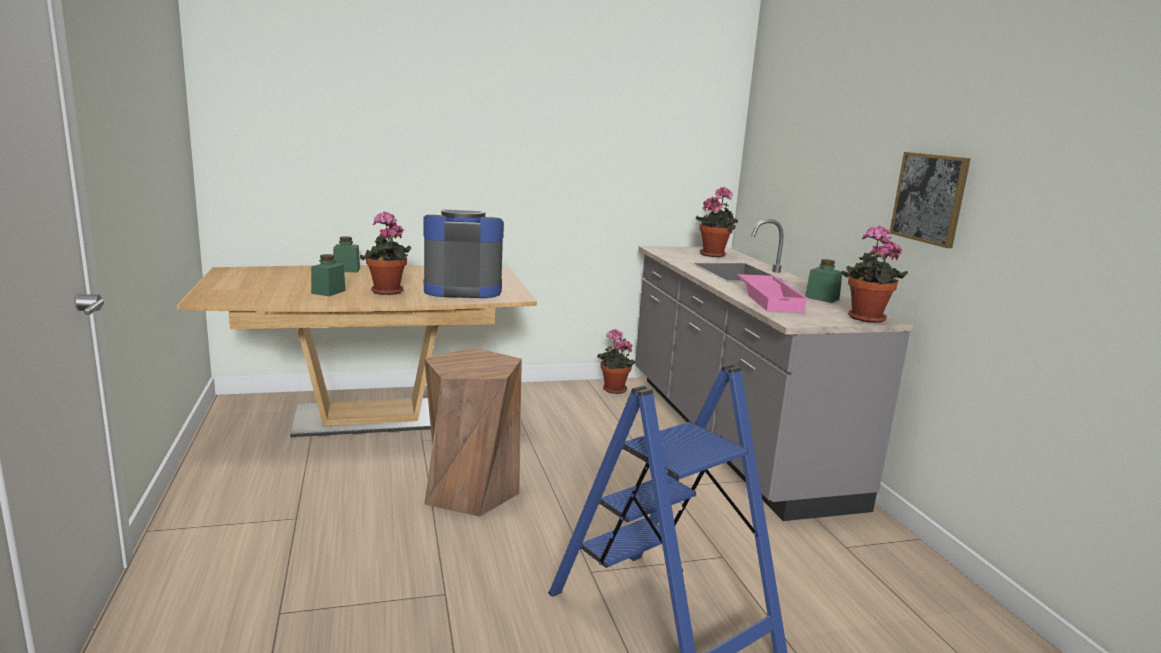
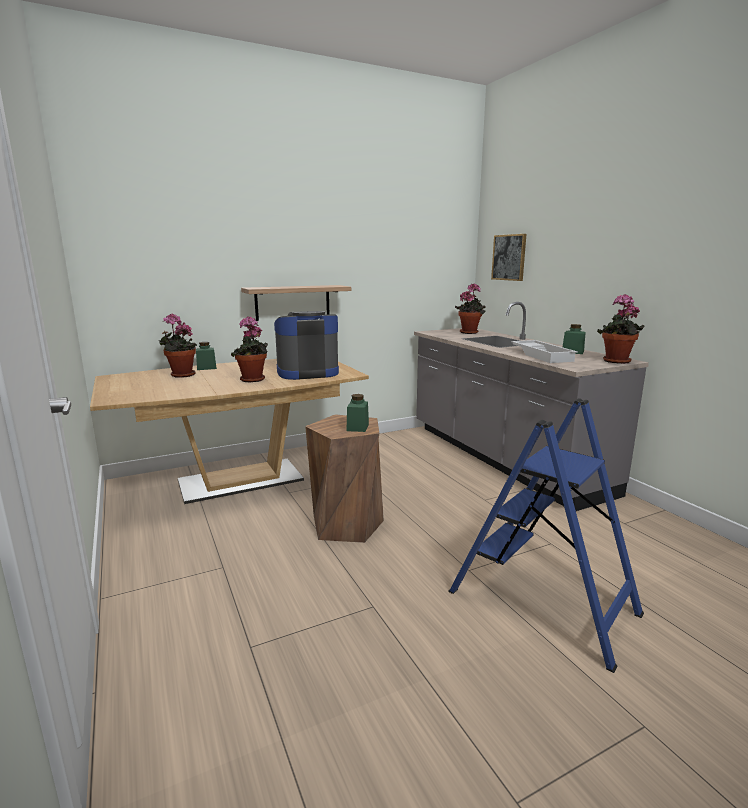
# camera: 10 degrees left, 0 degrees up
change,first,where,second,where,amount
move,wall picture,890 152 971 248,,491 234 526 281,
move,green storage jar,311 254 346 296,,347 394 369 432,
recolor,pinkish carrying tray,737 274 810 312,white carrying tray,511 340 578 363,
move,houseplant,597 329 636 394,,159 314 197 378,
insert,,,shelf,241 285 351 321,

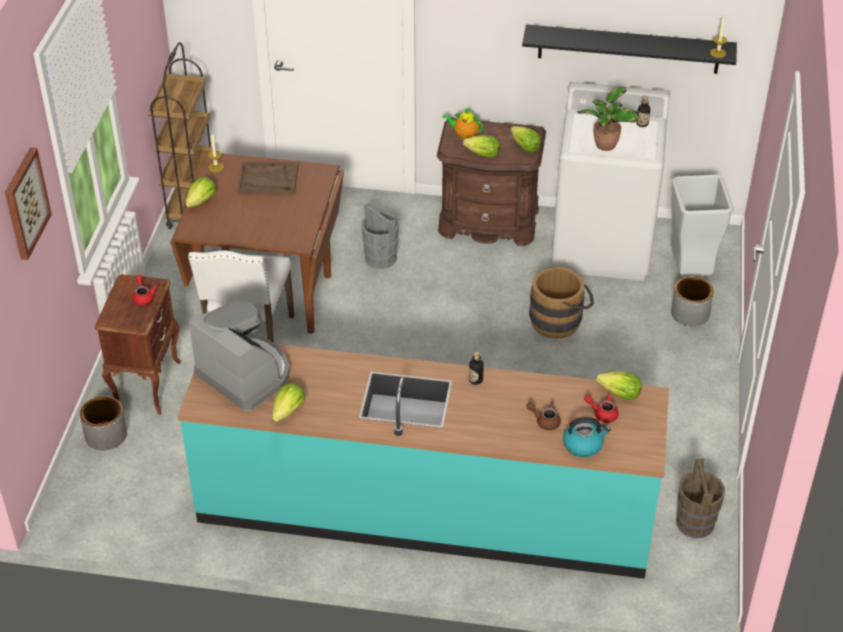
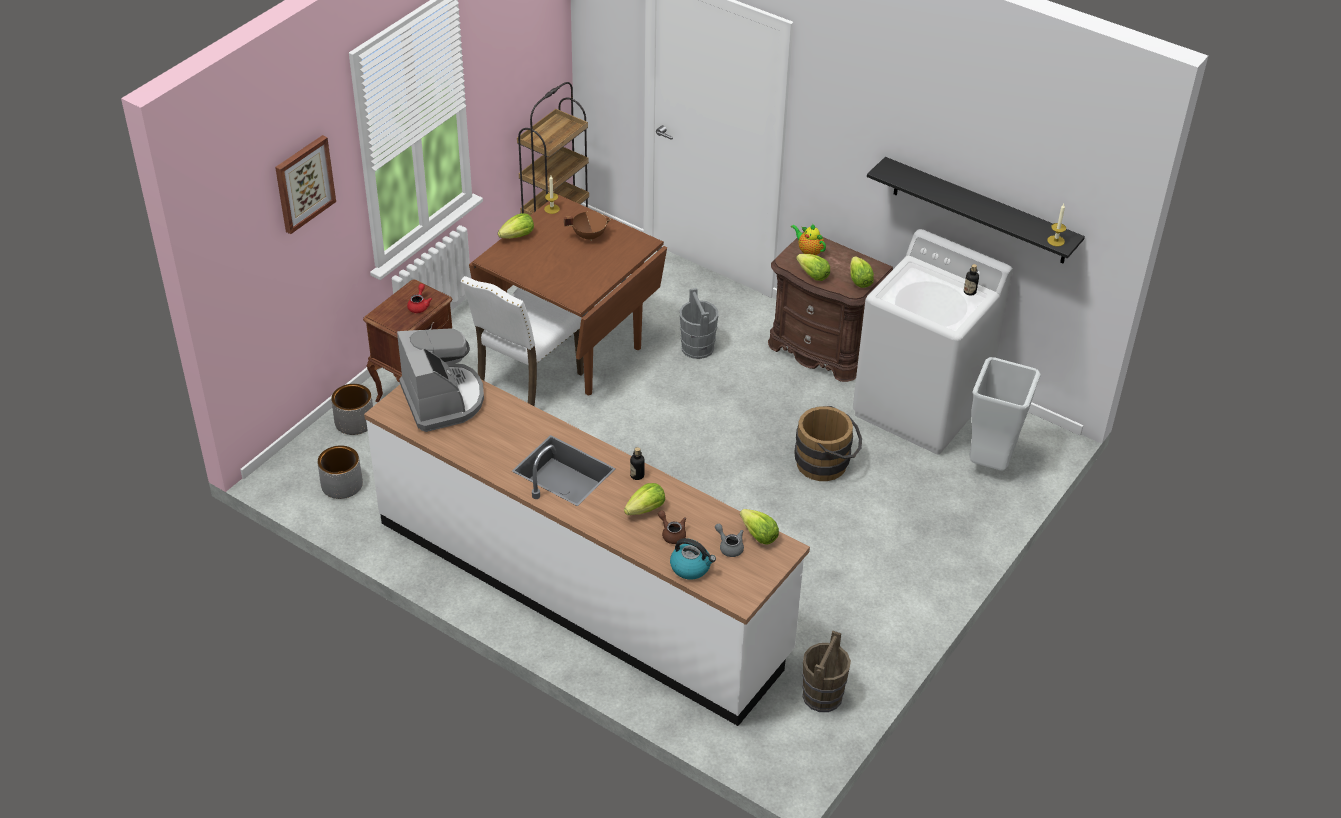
# camera: 25 degrees right, 0 degrees up
change,first,where,second,where,amount
delete,houseplant,577 86 640 151,,,
replace,brown-coloured carrying tray,237 162 298 195,brown-coloured stockpot,564 211 611 241,
move,greyish plant pot,671 277 714 326,,317 445 363 499,
recolor,turquoise counter,178 344 669 579,white counter,364 379 810 726,
move,head of lettuce,272 383 305 422,,624 483 665 515,
recolor,red-coloured teapot,584 394 618 423,greyish teapot,715 524 744 557,

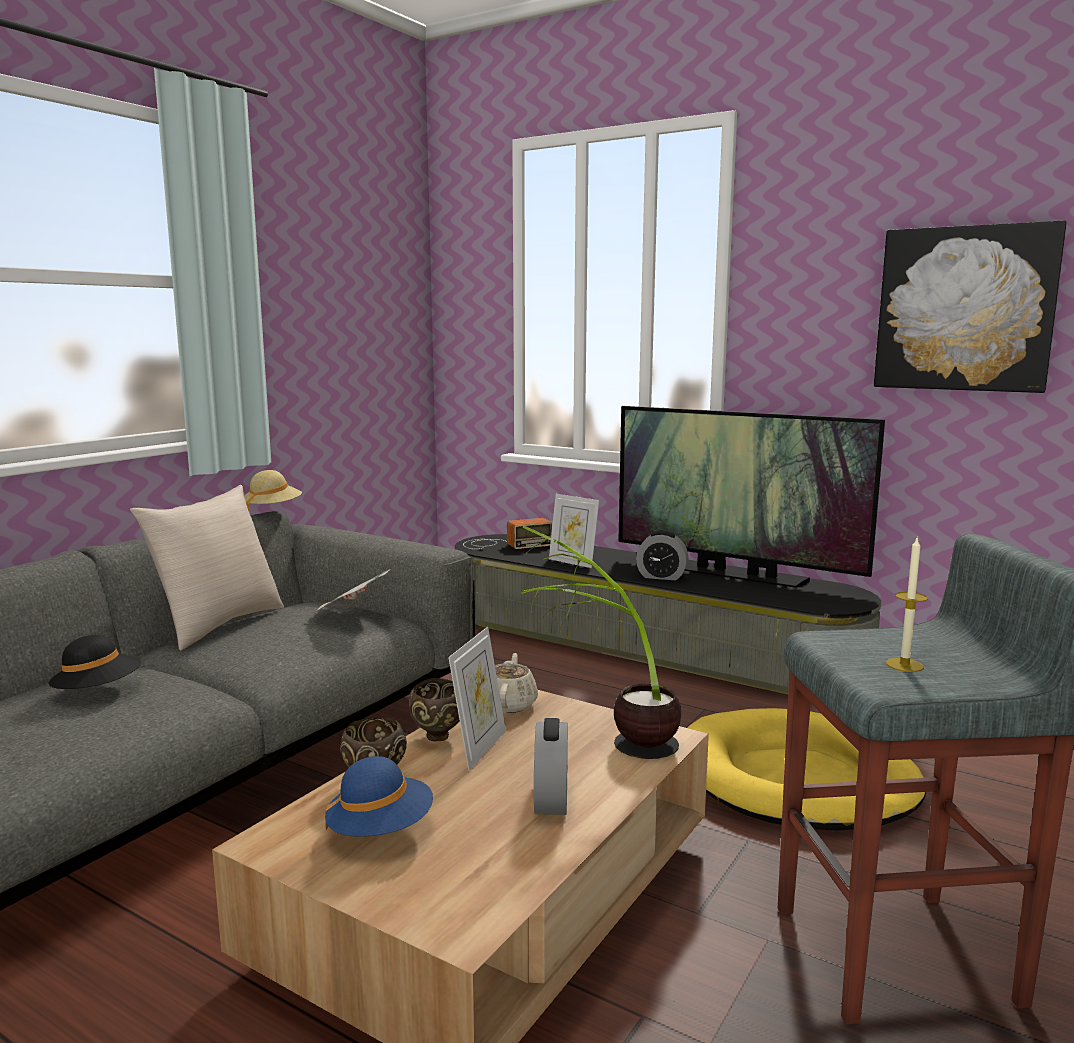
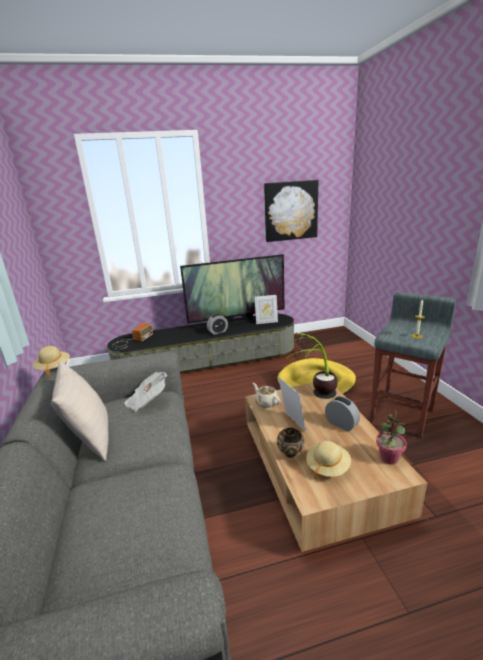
# camera: 45 degrees left, 10 degrees up
change,first,where,second,where,amount
move,picture frame,549 494 599 568,,254 295 278 324,
delete,black-coloured hat,49 635 141 690,,,
delete,brown-coloured serving bowl,409 678 460 741,,,
recolor,blue-coloured hat,325 756 433 837,sand-coloured hat,306 441 351 480,
insert,,,houseplant,376 410 407 464,

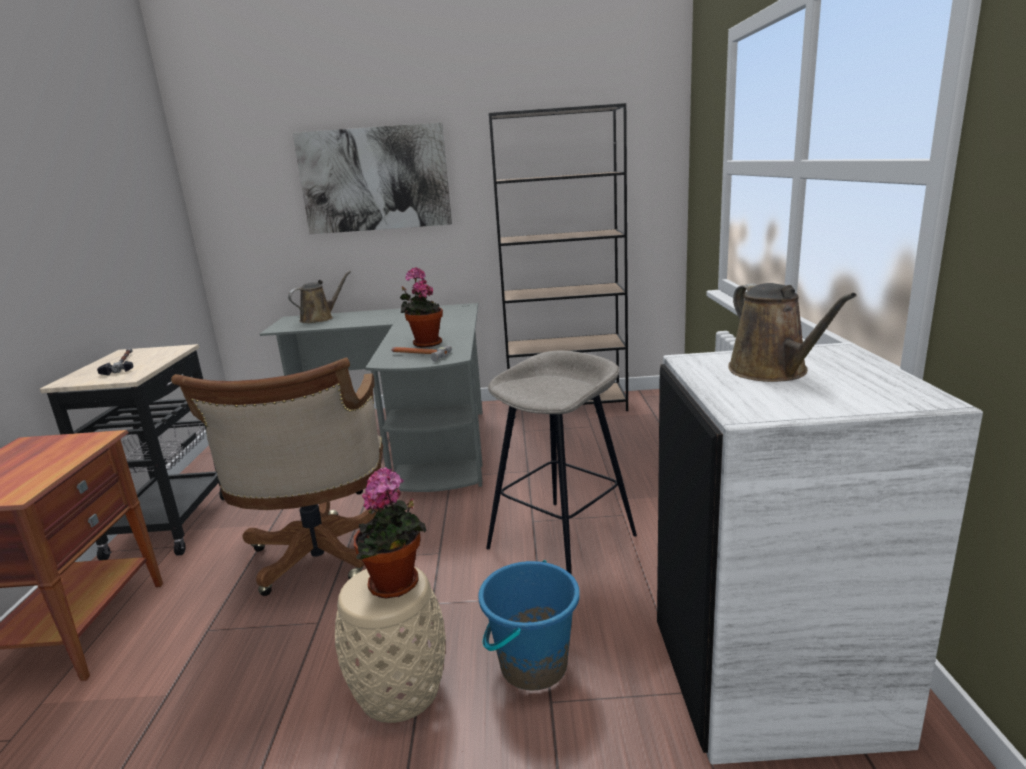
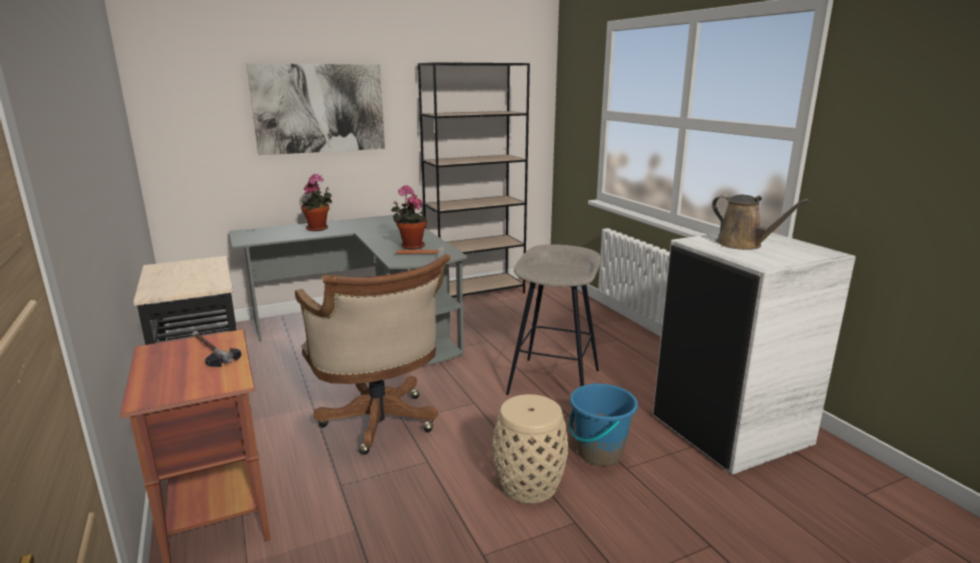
# camera: 25 degrees left, 0 degrees up
change,first,where,second,where,amount
delete,brown-coloured watering pot,288 271 351 323,,,
move,hand hammer,97 348 134 376,,192 331 242 367,
move,houseplant,354 467 426 598,,301 174 332 231,

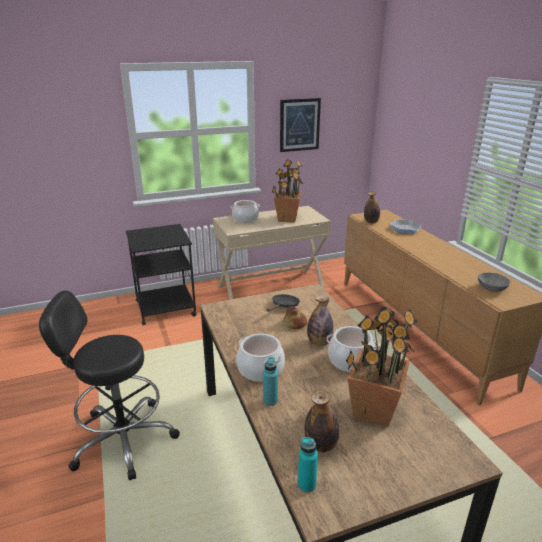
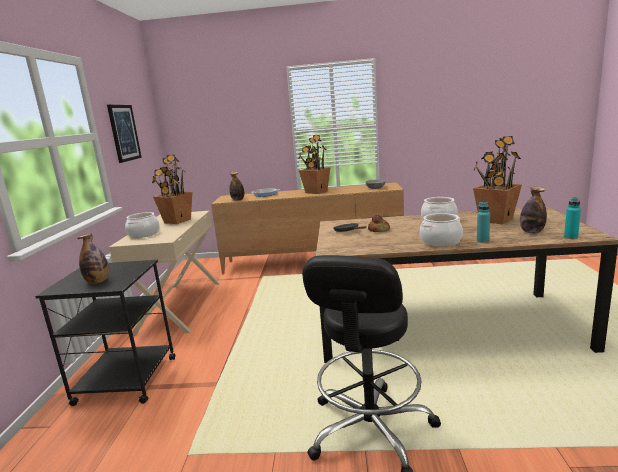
# camera: 65 degrees left, 10 degrees down
change,first,where,second,where,amount
move,beverage bottle,307 296 334 346,,77 233 109 284,
insert,,,houseplant,299 135 331 194,

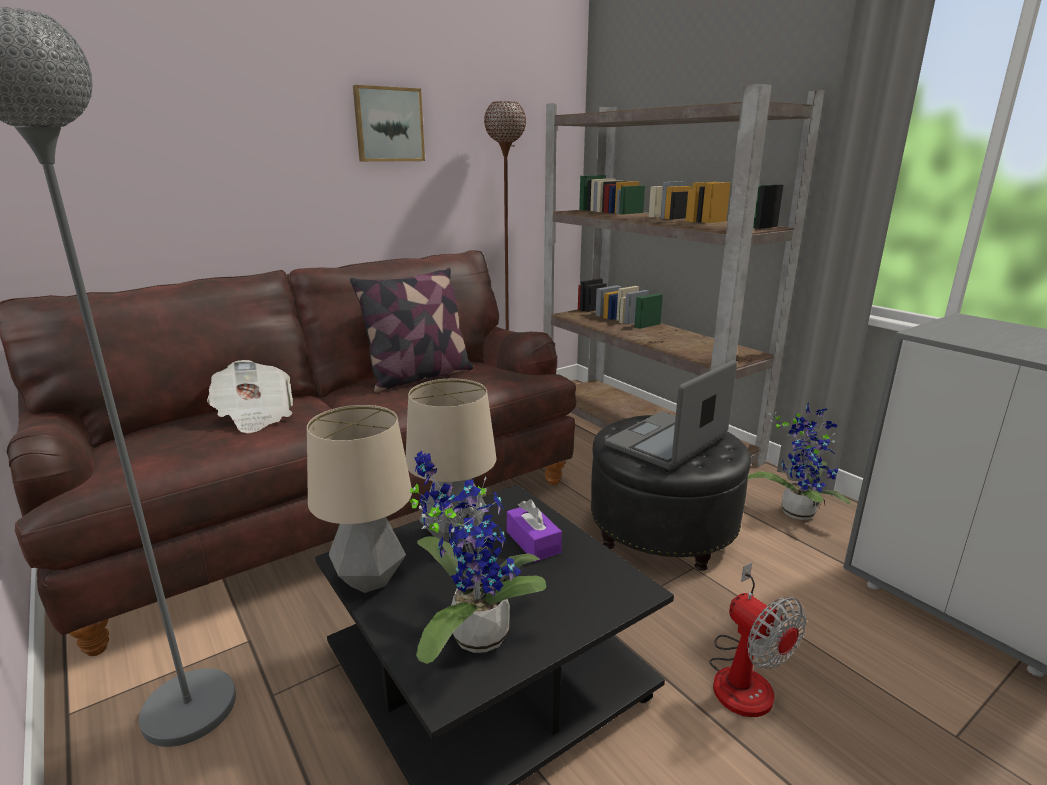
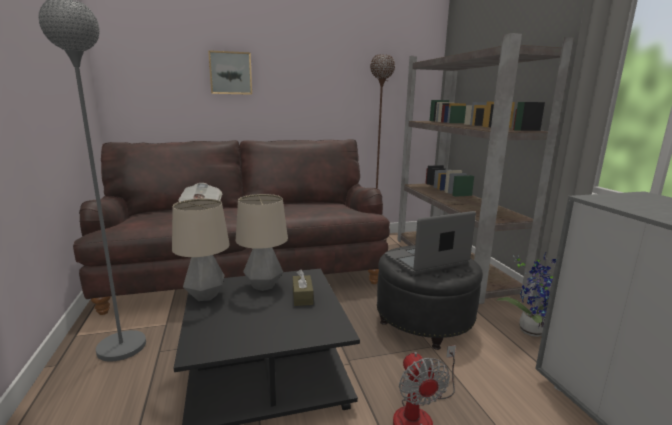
# camera: 20 degrees right, 5 degrees down
change,first,where,second,where,amount
move,wall picture,353 85 425 162,,208 50 252 95,
delete,throw pillow,350 268 473 393,,,
delete,houseplant,409 451 546 664,,,
recolor,purple box of tissues,507 499 562 562,brown-coloured box of tissues,293 269 313 306,

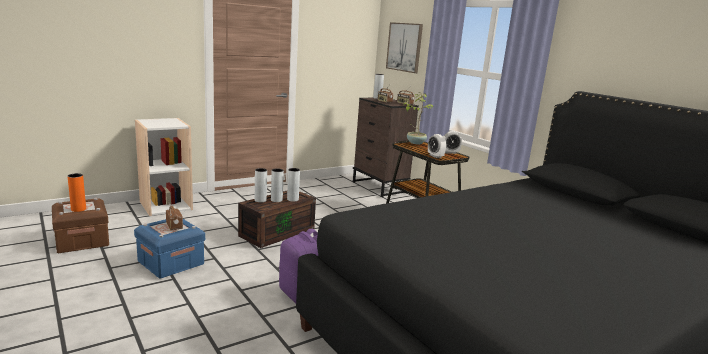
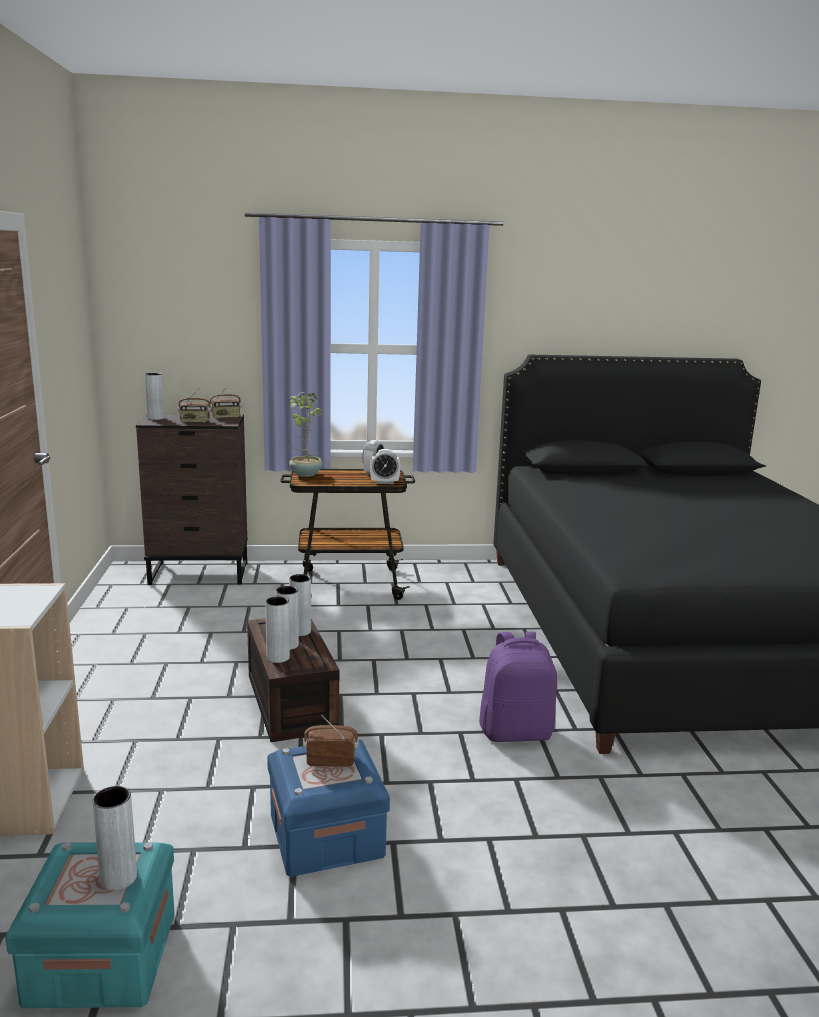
# camera: 60 degrees left, 0 degrees up
change,first,where,second,where,amount
delete,wall picture,386 22 423 73,,,
recolor,orangey decorative vase,67 173 86 212,greyish decorative vase,92 786 137 890,
recolor,brown-coloured storage box,52 198 109 253,turquoise storage box,5 842 175 1008,

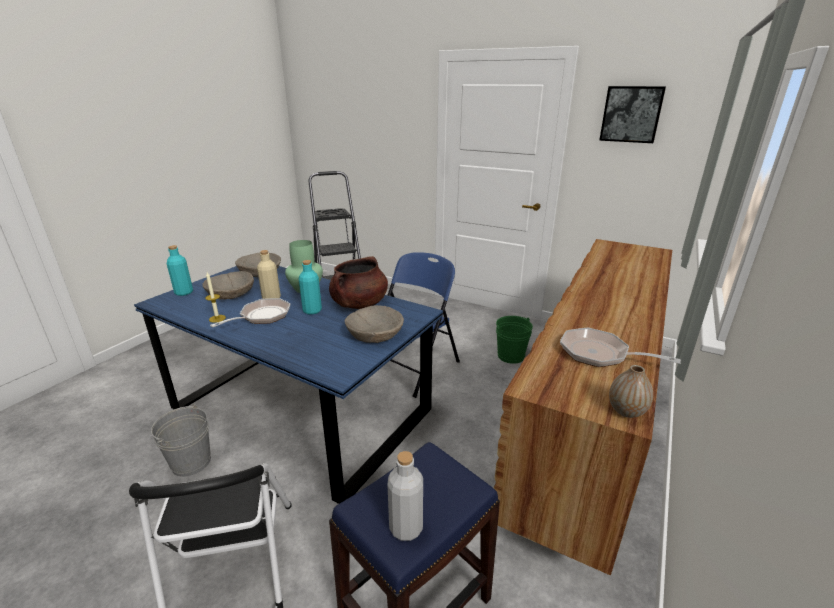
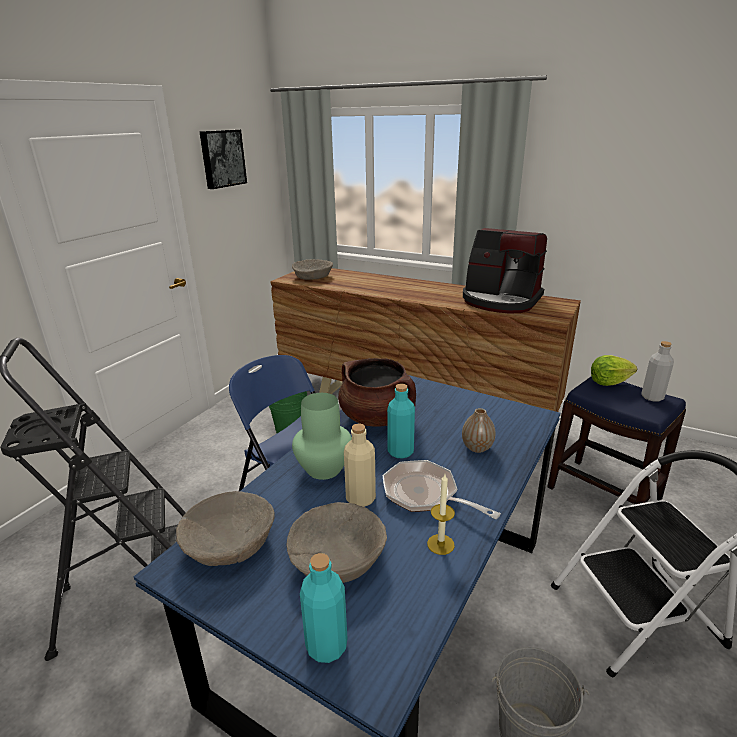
# camera: 90 degrees left, 0 degrees up
change,first,where,second,where,amount
move,sand-coloured serving bowl,345 305 404 343,,292 259 333 280,
replace,frying pan,560 327 681 367,coffee machine,463 228 547 314,
move,decorative vase,609 365 653 418,,462 408 496 453,
insert,,,head of lettuce,591 355 637 386,

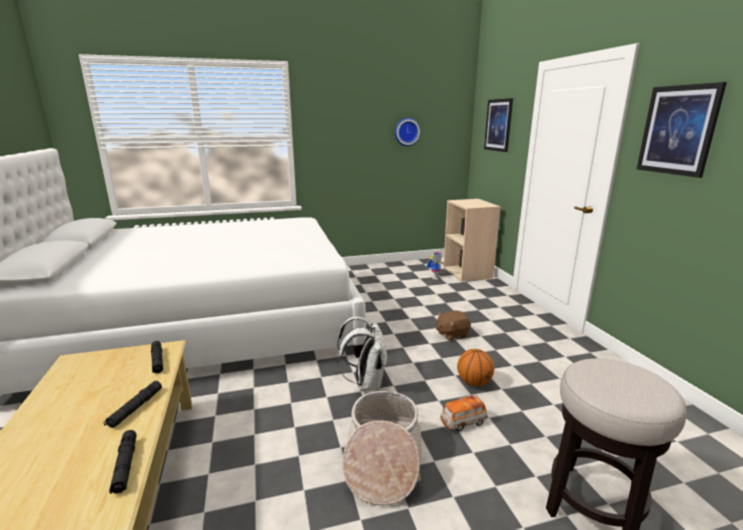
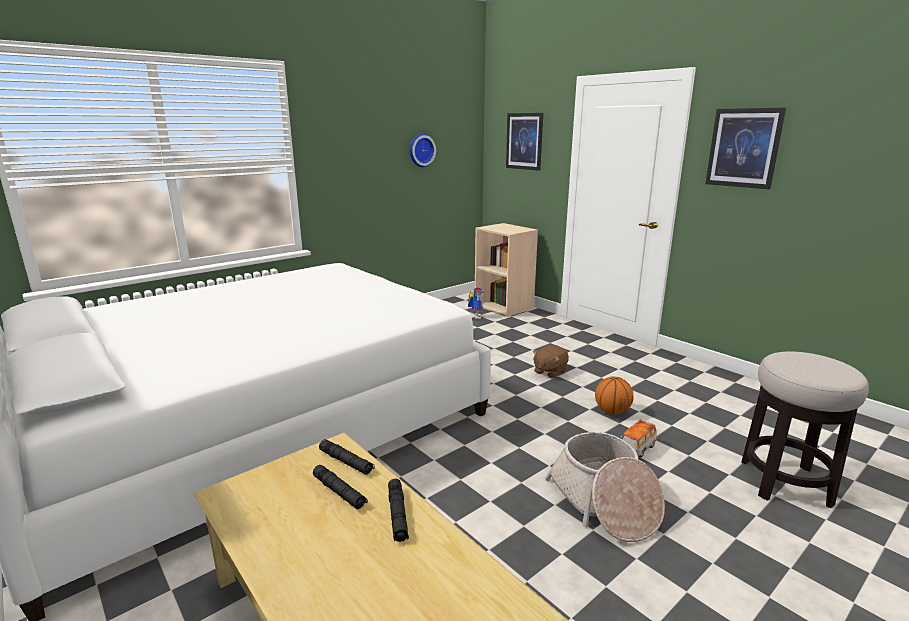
# camera: 25 degrees left, 0 degrees up
change,first,where,second,where,amount
delete,white backpack,337 317 387 391,,,
move,black-coloured torch,109 430 137 494,,313 465 368 509,

